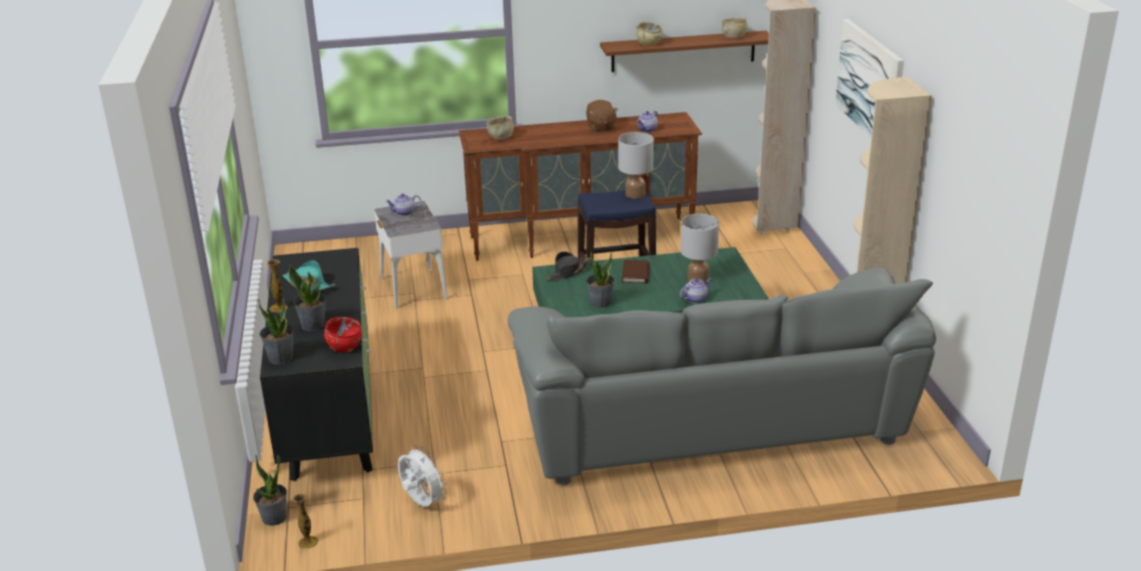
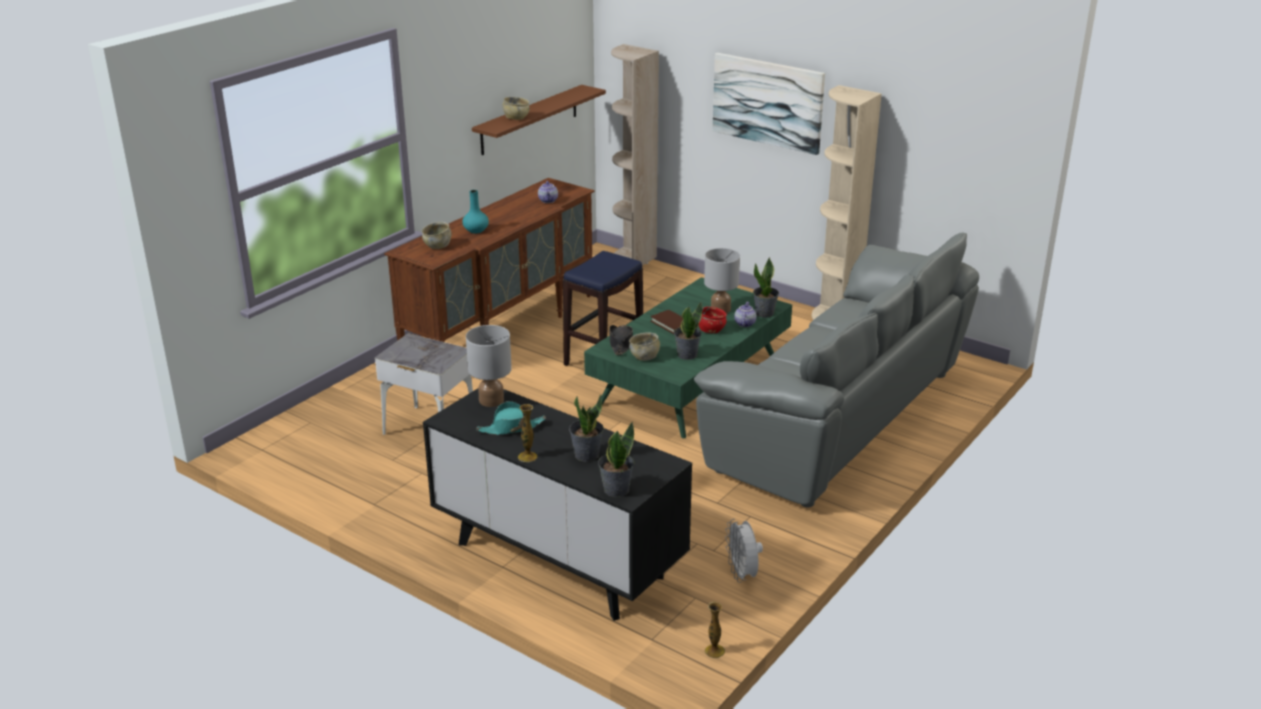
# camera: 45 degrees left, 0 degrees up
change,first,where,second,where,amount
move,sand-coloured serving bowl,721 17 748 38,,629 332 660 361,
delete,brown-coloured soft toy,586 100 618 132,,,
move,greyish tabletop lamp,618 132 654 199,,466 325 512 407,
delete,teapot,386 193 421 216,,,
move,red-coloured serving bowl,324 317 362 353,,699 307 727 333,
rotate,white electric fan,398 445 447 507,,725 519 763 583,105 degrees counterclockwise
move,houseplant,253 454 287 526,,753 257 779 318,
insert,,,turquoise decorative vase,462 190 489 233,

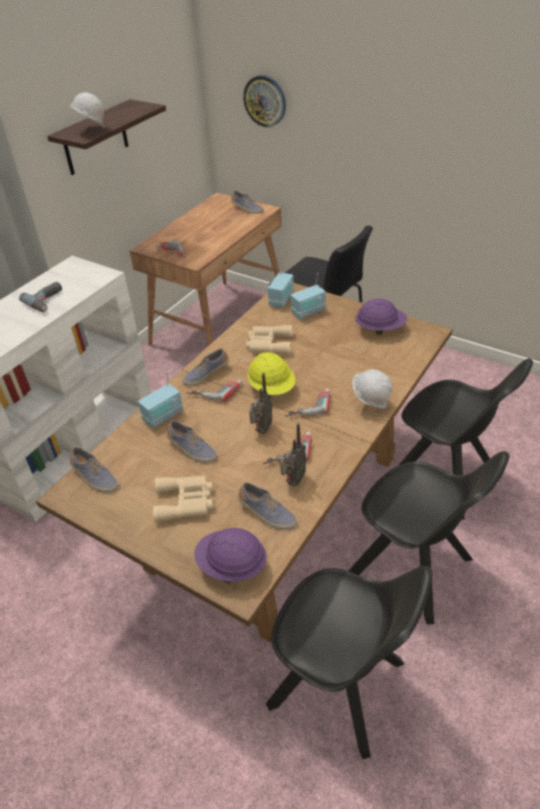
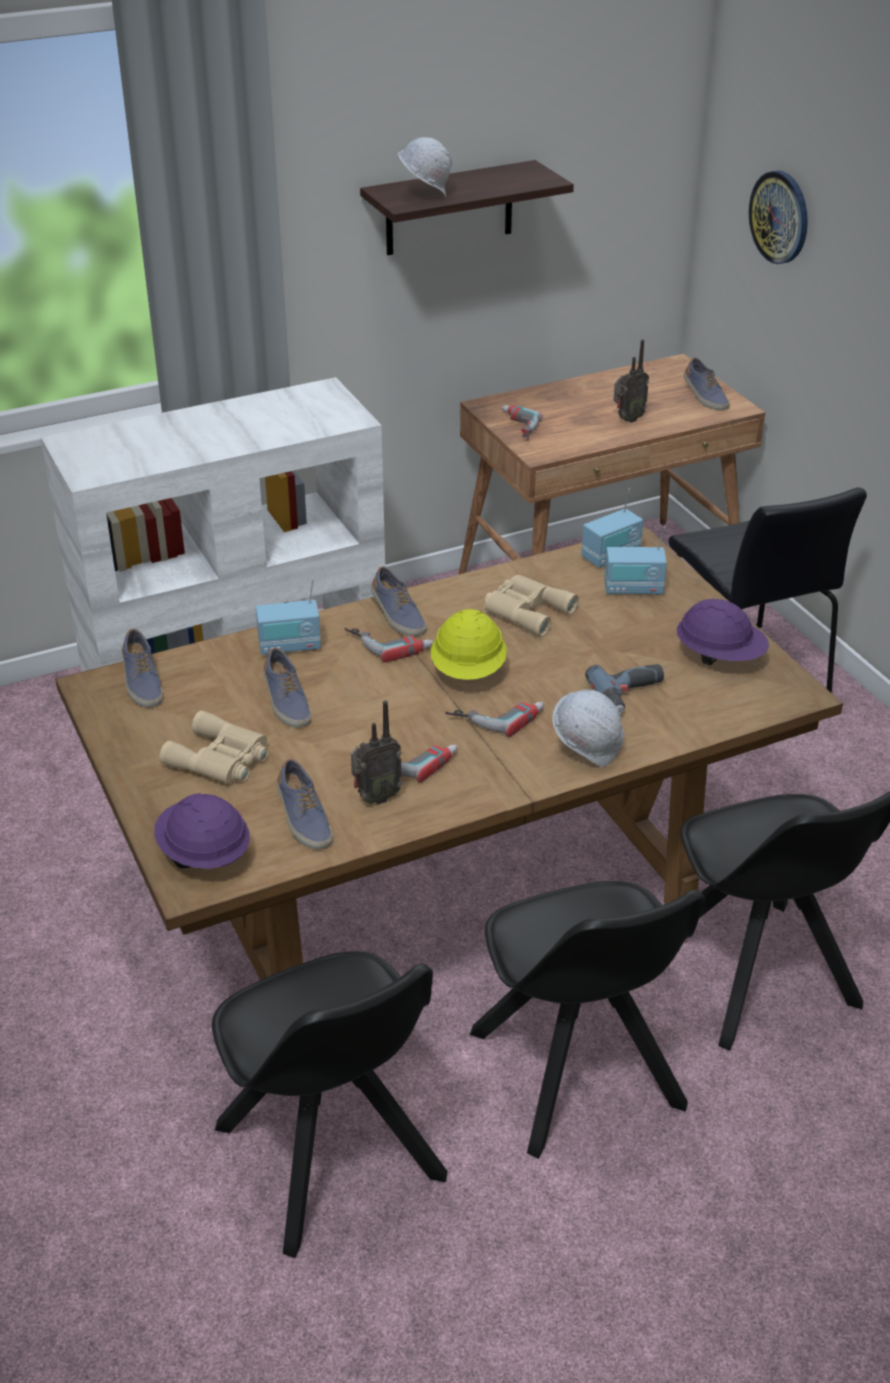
# camera: 30 degrees right, 5 degrees down
change,first,where,second,where,amount
move,power drill,19 282 62 312,,585 664 664 714,
rotate,low shoe,182 348 229 386,,371 566 427 636,120 degrees counterclockwise
move,radio,249 373 272 434,,614 339 649 423,

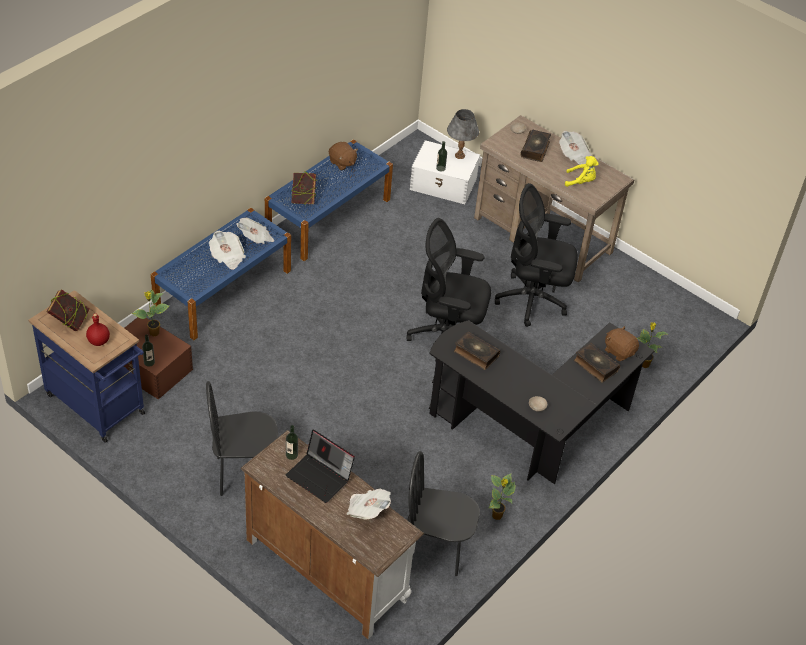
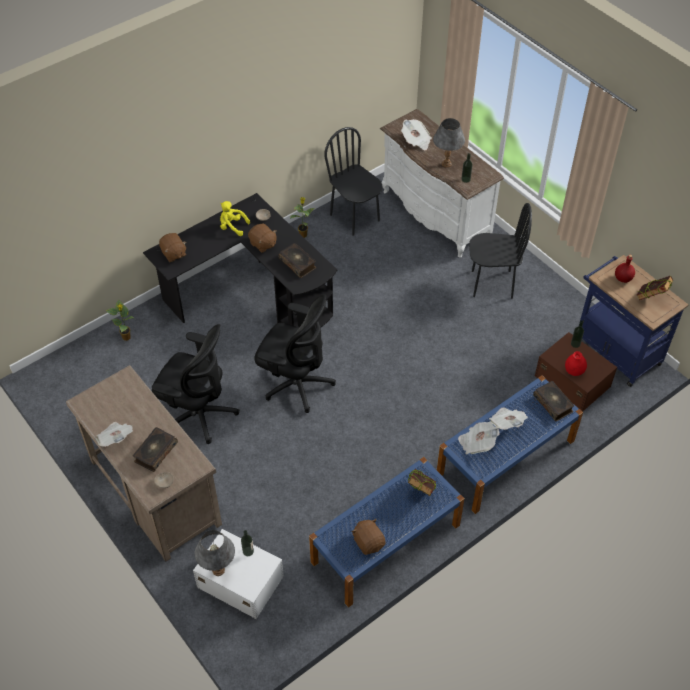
# camera: 165 degrees left, 5 degrees up
change,first,where,second,where,amount
move,yellowish soft toy,565 156 599 187,,220 201 250 236,
replace,houseplant,131 289 170 337,red-coloured decorative vase,565 351 587 376,
move,bound book,574 343 620 383,,533 381 574 421,
replace,notebook computer,285 429 355 503,greyish tabletop lamp,433 118 465 167,
rotate,black-coloured plain chair,408 451 480 576,,324 127 382 236,150 degrees counterclockwise
insert,,,brown-coloured soft toy,248 223 277 253,

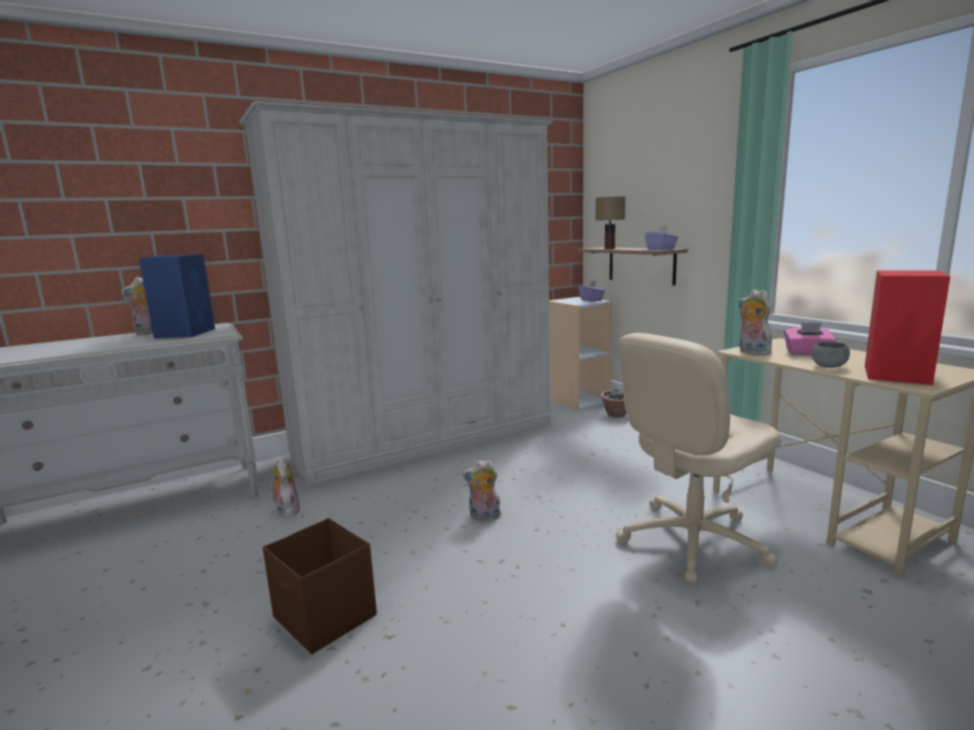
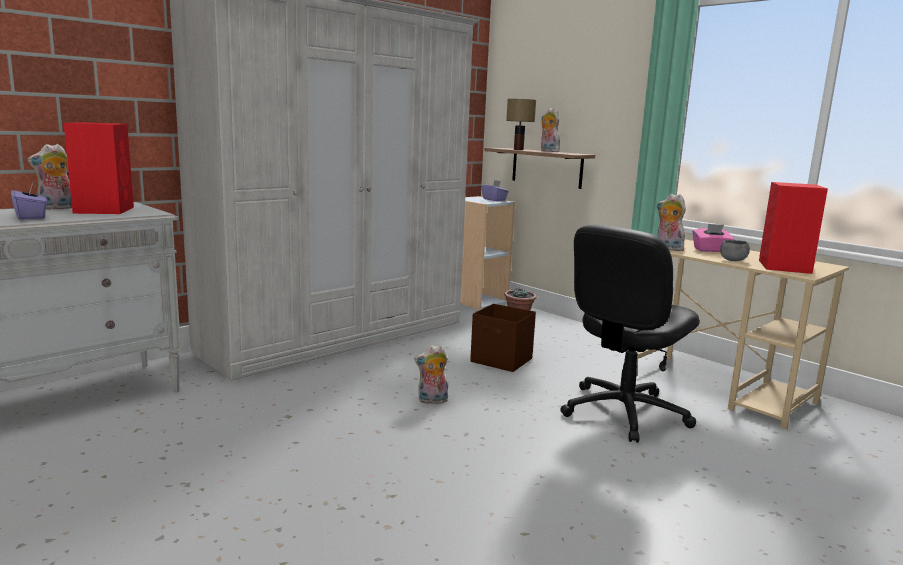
# camera: 15 degrees left, 0 degrees up
change,first,where,second,where,amount
move,purple box of tissues,645 226 678 250,,11 183 47 220,
recolor,blue-coloured audio speaker,139 254 215 338,red-coloured audio speaker,64 122 134 214,
recolor,sand-coloured desk chair,616 333 782 585,black-coloured desk chair,560 225 700 443,
move,soft toy,269 456 301 518,,541 108 560 152,
move,brown-coloured storage box,263 518 377 654,,470 304 536 372,

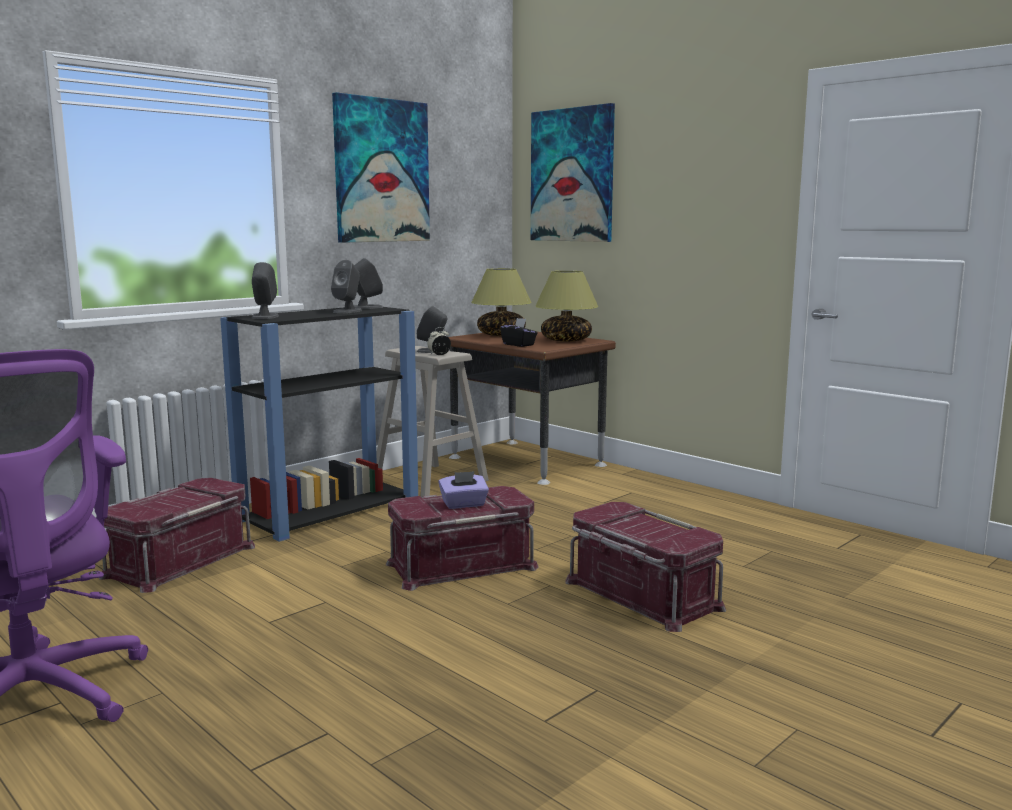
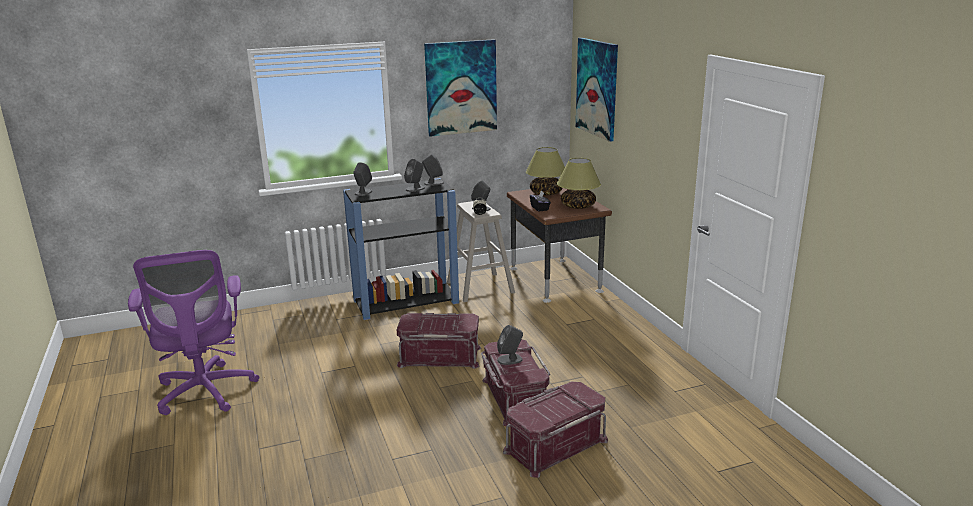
# camera: 25 degrees right, 10 degrees up
change,first,where,second,where,amount
delete,purple box of tissues,438 471 489 509,,,
move,red-coloured storage box,99 478 255 593,,503 381 608 478,
insert,,,greyish audio speaker,497 325 523 365,

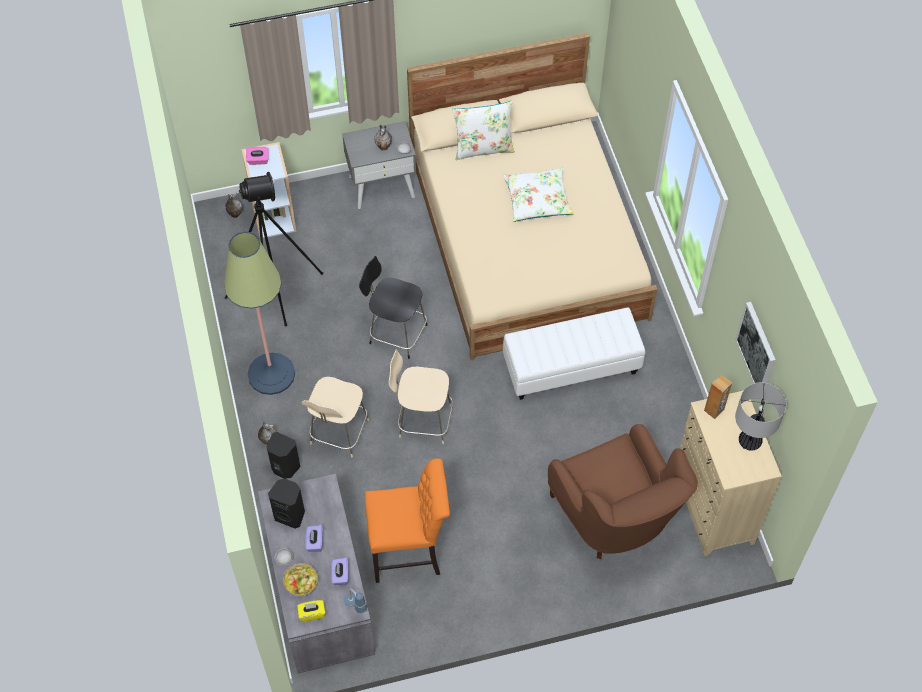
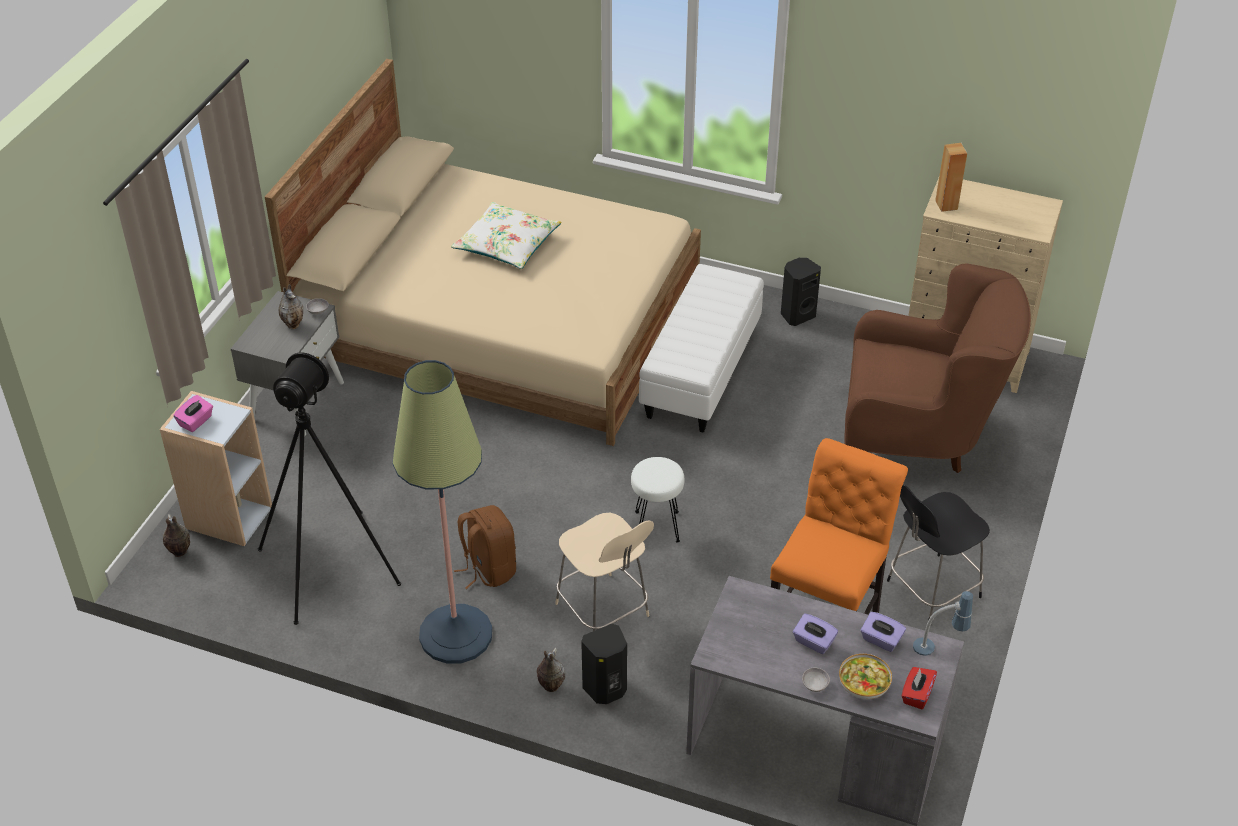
# camera: 55 degrees left, 15 degrees down
change,first,where,second,where,amount
delete,white throw pillow,452 101 515 160,,,
move,black-coloured plain chair,359 256 427 359,,887 484 990 620,
delete,wall picture,735 302 775 383,,,
replace,sand-coloured plain chair,389 349 453 444,white stool seat,631 457 685 543,
delete,tabletop lamp,735 382 786 451,,,
move,black-coloured audio speaker,268 479 305 528,,781 258 821 326,
recolor,yellowish box of tissues,297 600 326 622,red-coloured box of tissues,902 667 937 709,
insert,,,brown-coloured backpack,454 505 516 589,

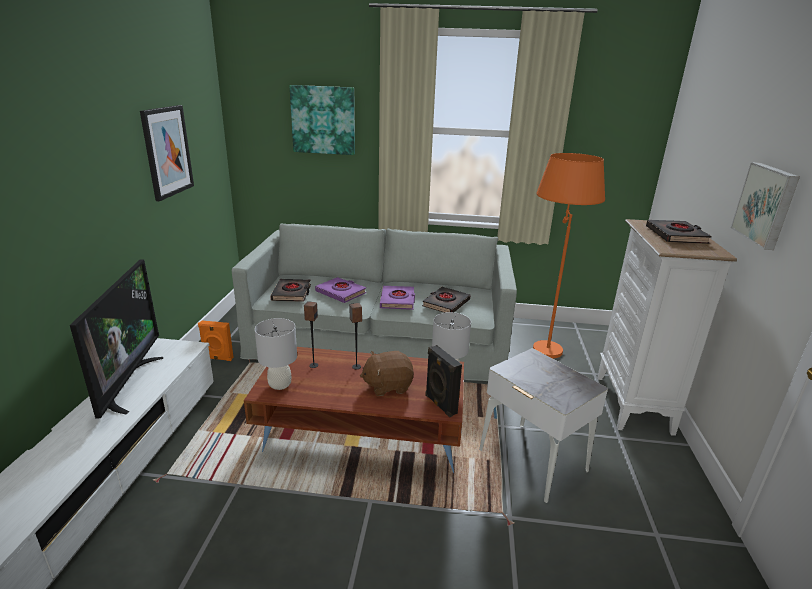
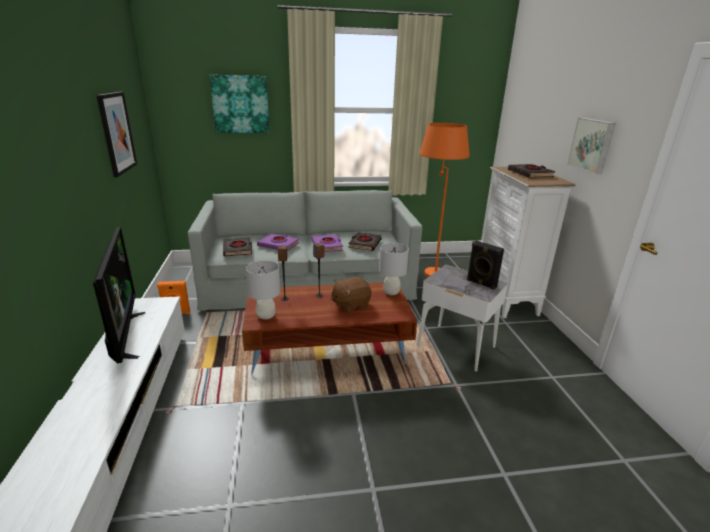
# camera: 15 degrees left, 0 degrees up
change,first,where,second,where,amount
move,black-coloured audio speaker,425 345 462 417,,467 241 504 290,

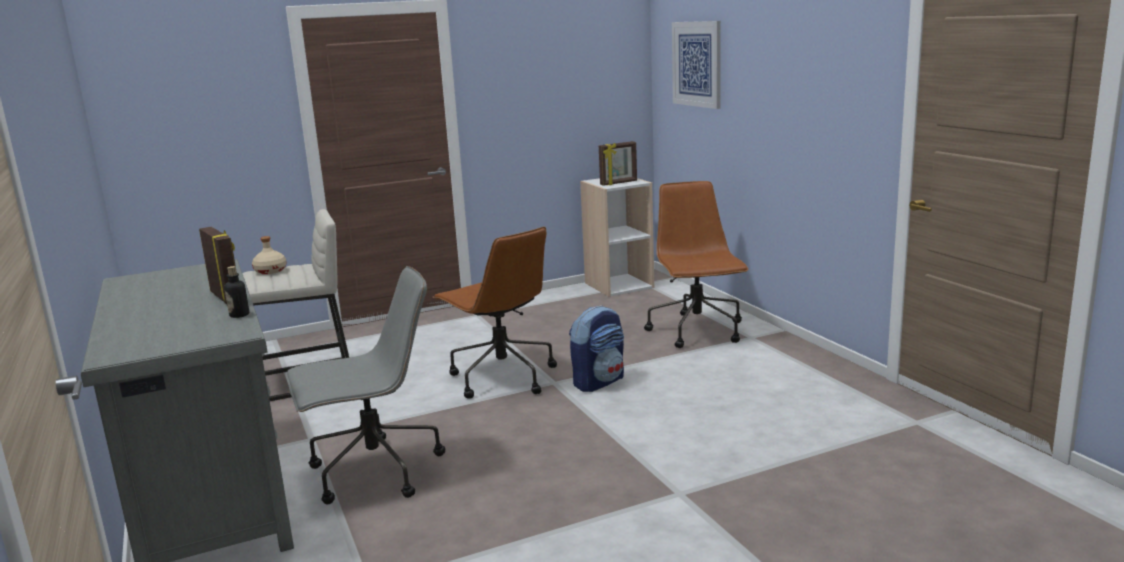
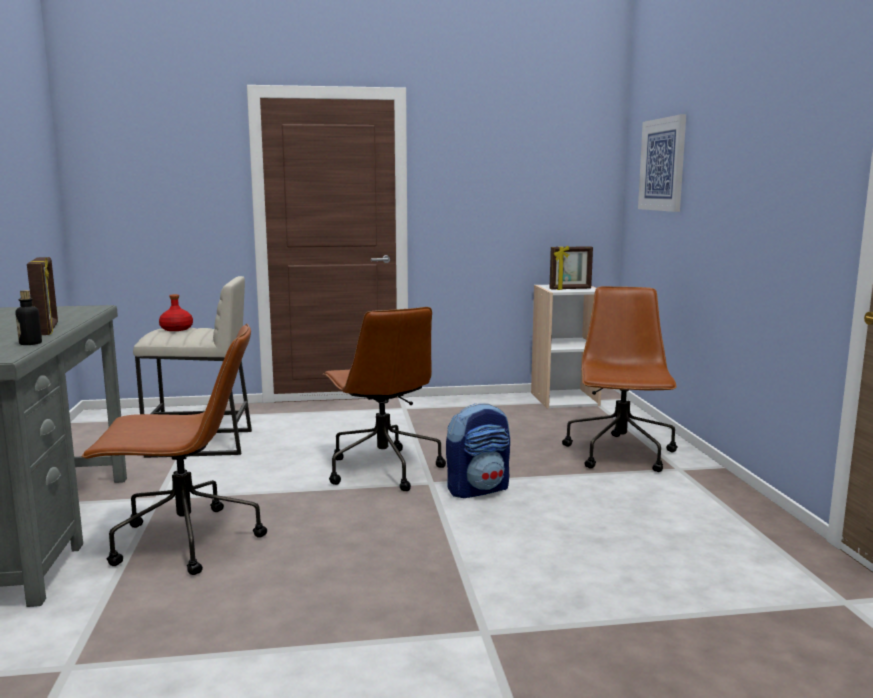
# camera: 15 degrees right, 5 degrees down
change,first,where,second,where,amount
recolor,sand-coloured beverage bottle,252 236 287 274,red-coloured beverage bottle,159 294 193 331,
recolor,greyish desk chair,285 266 445 505,brown-coloured desk chair,81 323 267 575,

